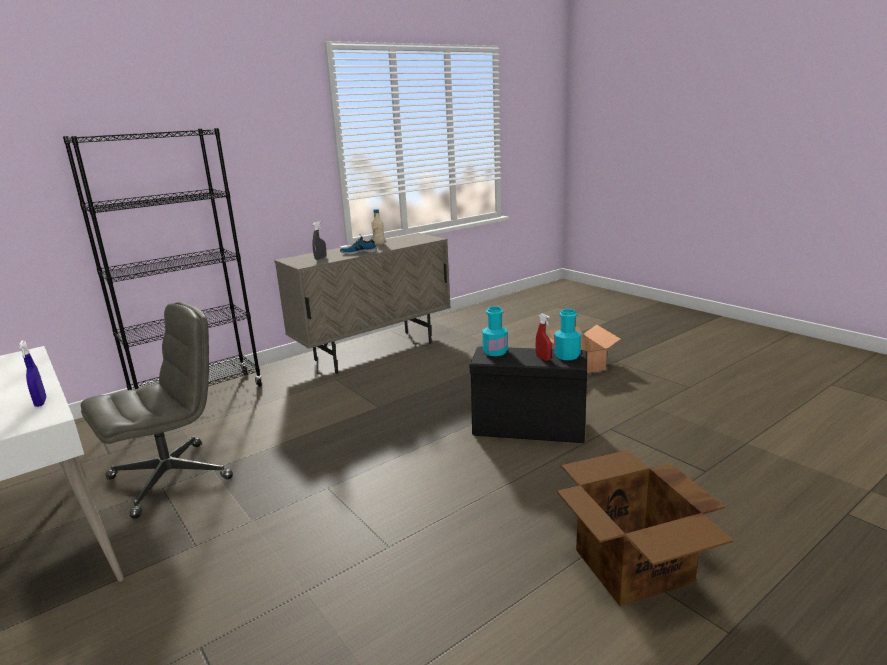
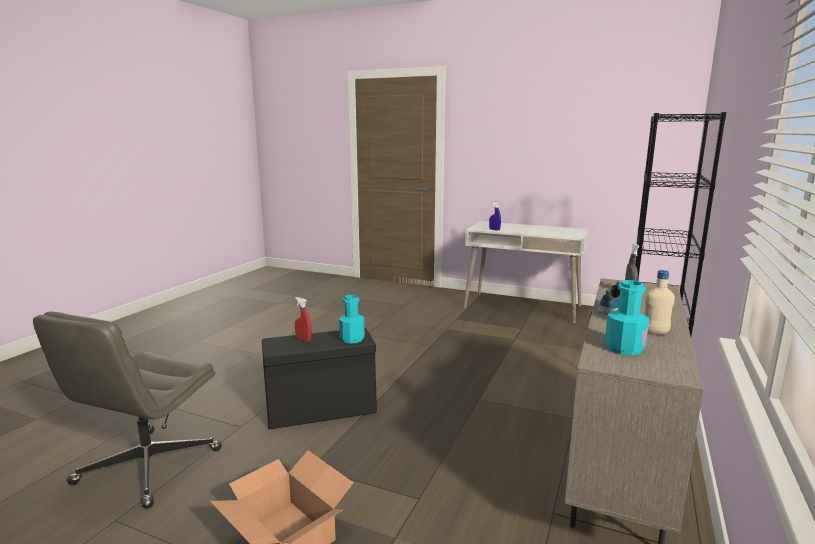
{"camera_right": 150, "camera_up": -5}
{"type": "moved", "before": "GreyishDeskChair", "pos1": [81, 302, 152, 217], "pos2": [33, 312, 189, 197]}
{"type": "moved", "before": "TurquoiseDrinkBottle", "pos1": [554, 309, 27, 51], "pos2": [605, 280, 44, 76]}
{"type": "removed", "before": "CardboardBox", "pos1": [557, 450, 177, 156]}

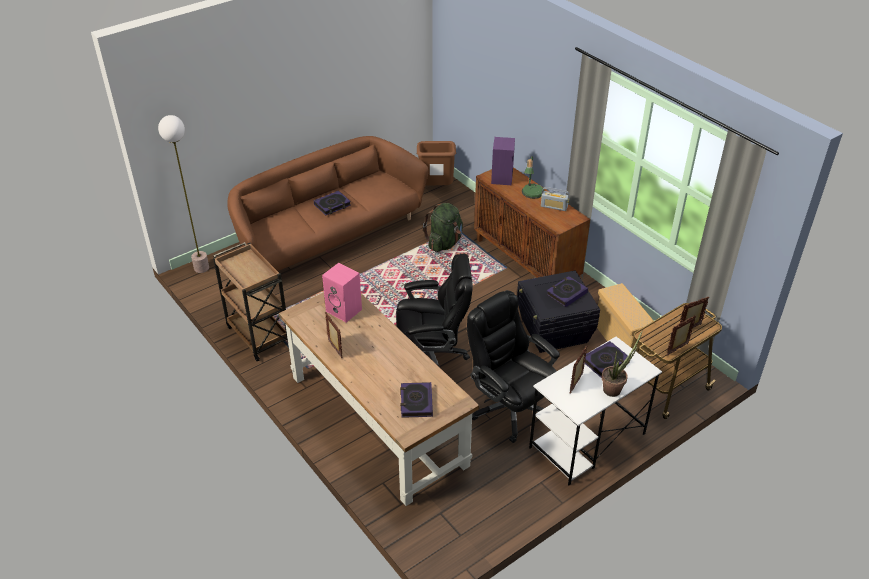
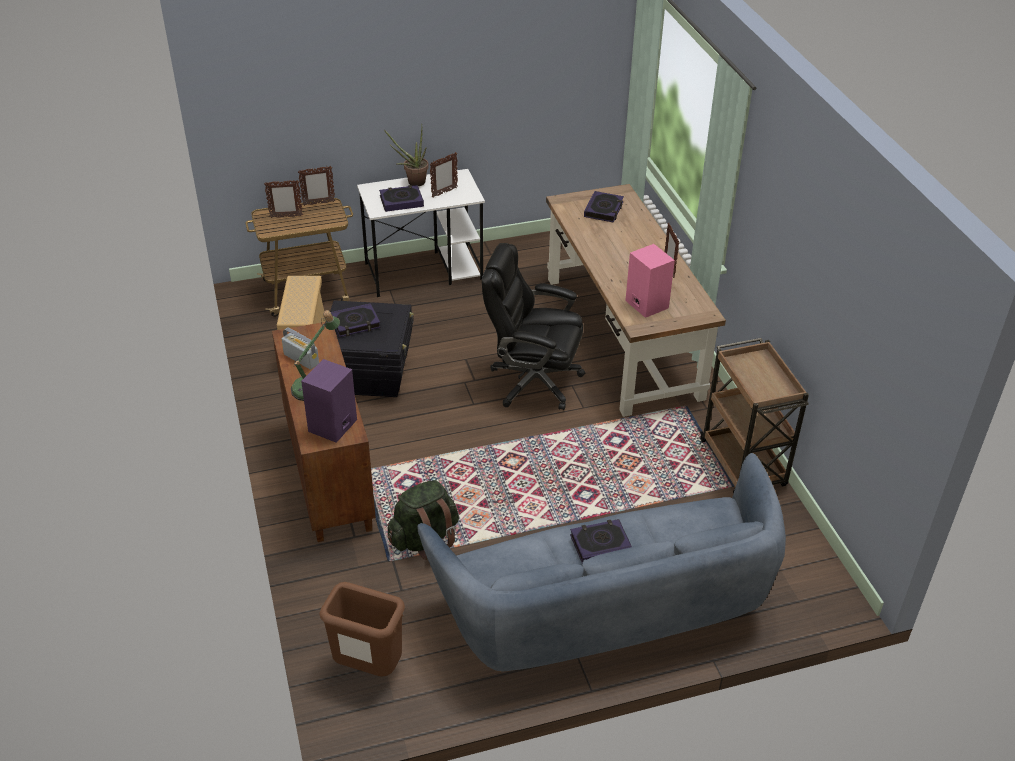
{"camera_right": -160, "camera_up": 0}
{"type": "recoloured", "before": "BrownCouch", "after": "BlueColouredCouch", "pos1": [227, 136, 202, 135], "pos2": [417, 453, 369, 218]}
{"type": "removed", "before": "StandardLamp", "pos1": [158, 115, 51, 158]}
{"type": "removed", "before": "BlackDeskChair", "pos1": [467, 290, 93, 153]}

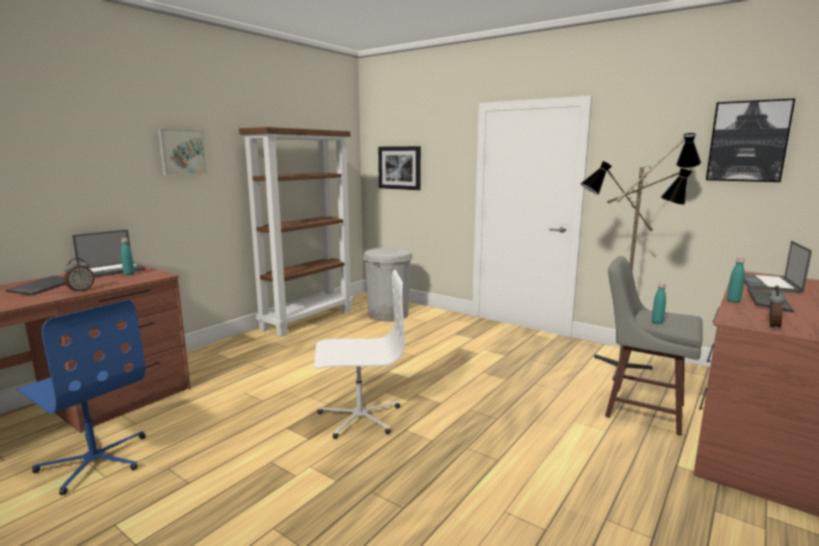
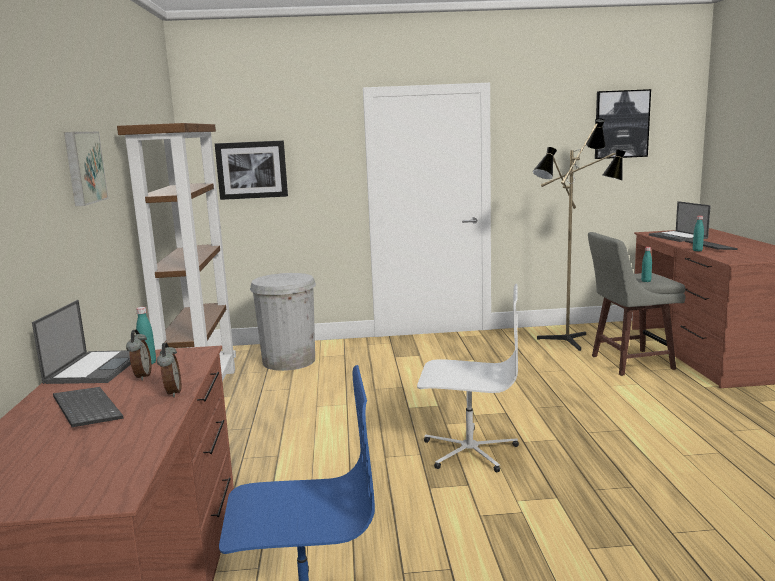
{"camera_right": -40, "camera_up": 0}
{"type": "moved", "before": "BedsideClock", "pos1": [768, 286, 18, 44], "pos2": [126, 329, 25, 51]}
{"type": "turned", "before": "WhitishDeskChair", "pos1": [314, 270, 91, 169], "pos2": [417, 284, 102, 188], "turn": 60}

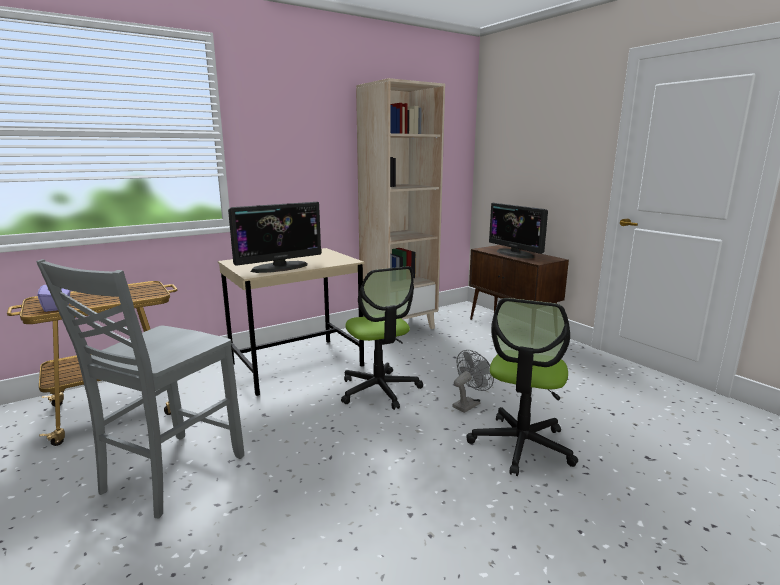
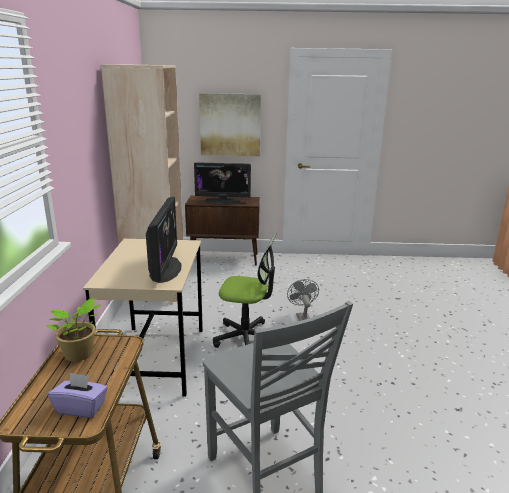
{"camera_right": -55, "camera_up": 5}
{"type": "added", "after": "PottedPlant", "pos2": [47, 298, 54, 64]}
{"type": "added", "after": "WallPicture", "pos2": [199, 93, 62, 63]}
{"type": "removed", "before": "DeskChair", "pos1": [466, 298, 112, 178]}

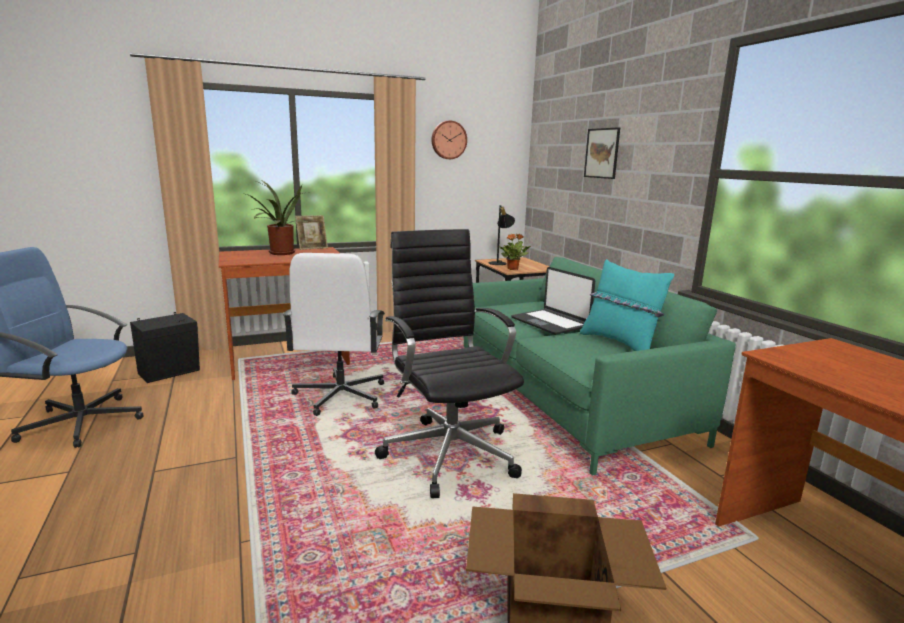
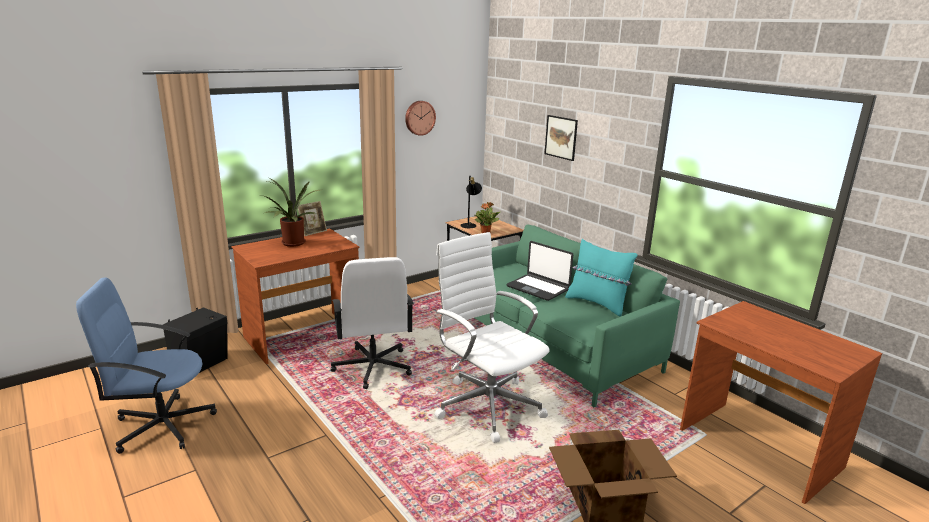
{"camera_right": -15, "camera_up": 5}
{"type": "recoloured", "before": "BlackDeskChair", "after": "WhitishDeskChair", "pos1": [375, 229, 149, 269], "pos2": [435, 232, 115, 211]}

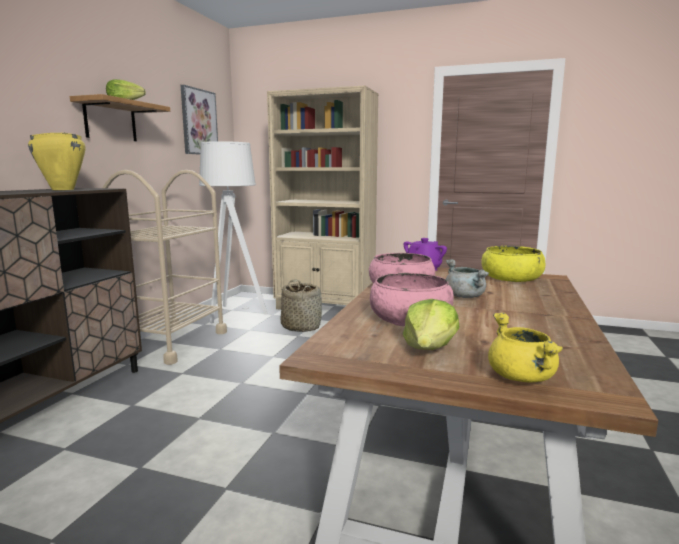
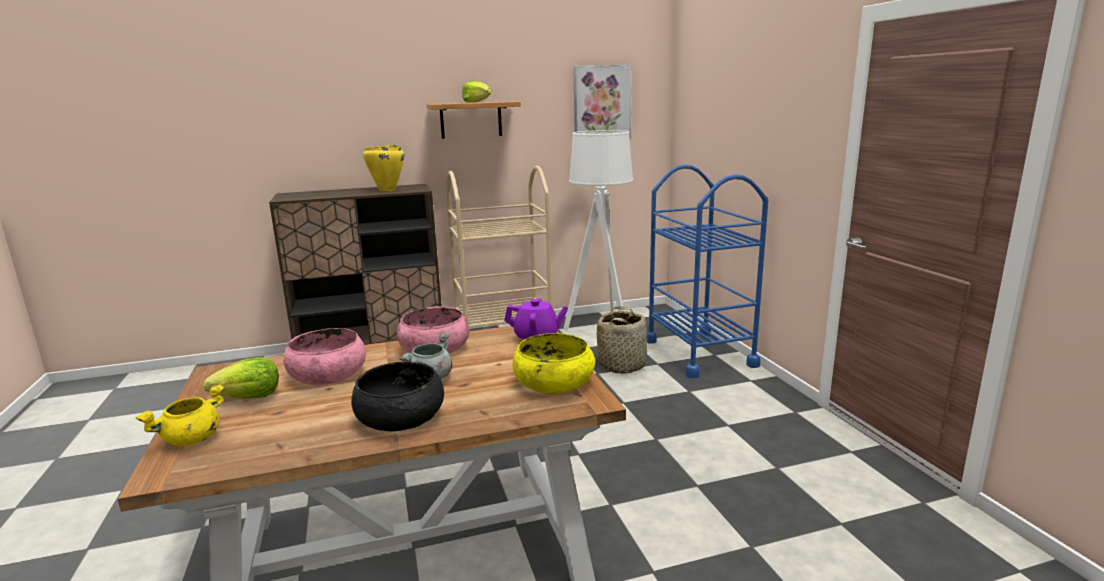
{"camera_right": 55, "camera_up": 5}
{"type": "added", "after": "BlackServingBowl", "pos2": [351, 361, 93, 70]}
{"type": "replaced", "before": "BeigeColouredShelvingUnit", "after": "BlueColouredTrolley", "pos1": [267, 85, 112, 225], "pos2": [647, 164, 121, 214]}

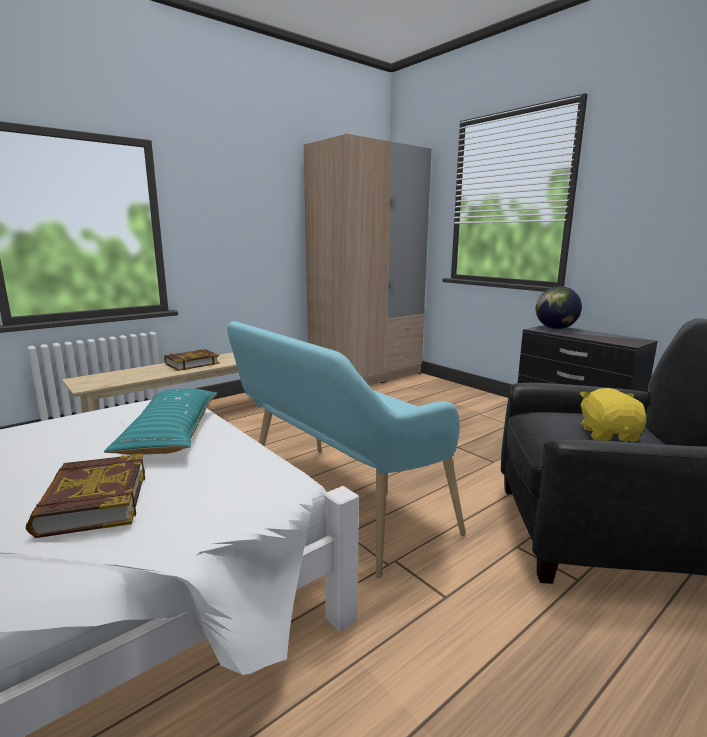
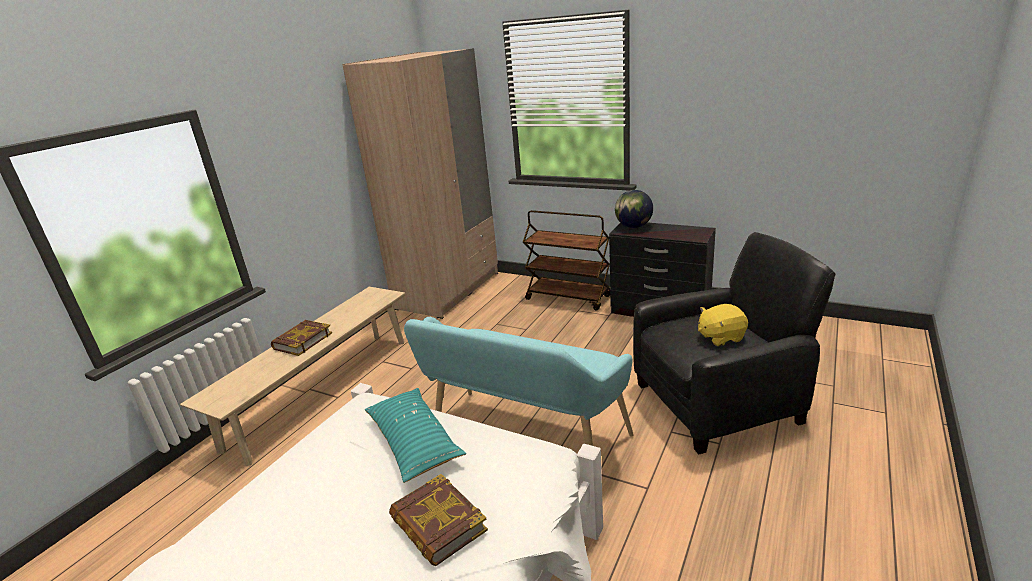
{"camera_right": -20, "camera_up": 10}
{"type": "added", "after": "BrownTrolley", "pos2": [523, 210, 88, 101]}
{"type": "turned", "before": "YellowColouredPlushToy", "pos1": [580, 388, 66, 54], "pos2": [698, 304, 50, 43], "turn": -90}

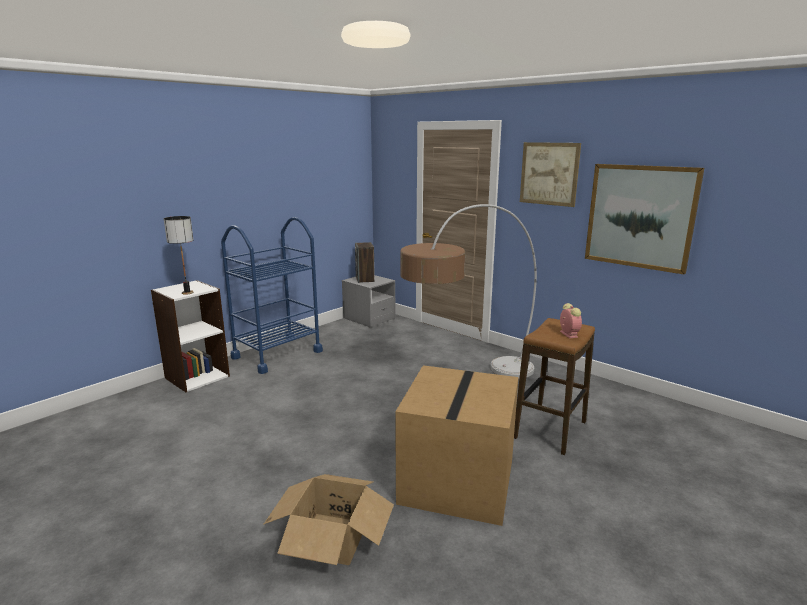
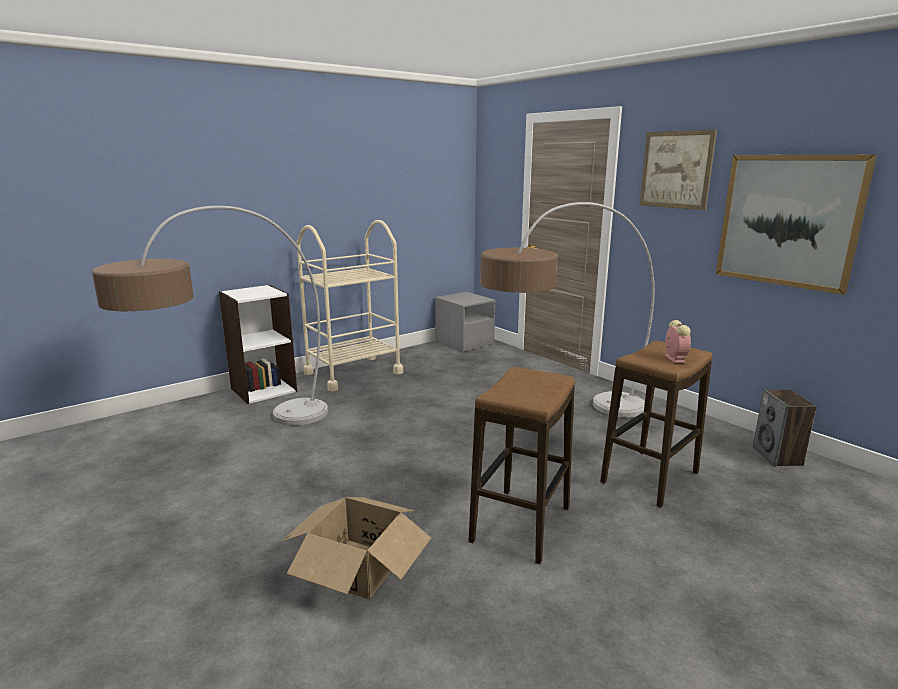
{"camera_right": 10, "camera_up": 0}
{"type": "added", "after": "StandardLamp", "pos2": [92, 206, 236, 220]}
{"type": "recoloured", "before": "BlueColouredTrolley", "after": "BeigeColouredTrolley", "pos1": [221, 217, 102, 157], "pos2": [296, 220, 107, 172]}
{"type": "replaced", "before": "CardboardBox", "after": "Stool", "pos1": [395, 365, 124, 161], "pos2": [468, 367, 107, 197]}
{"type": "moved", "before": "Speaker", "pos1": [355, 242, 20, 41], "pos2": [753, 390, 64, 77]}
{"type": "removed", "before": "TableLamp", "pos1": [164, 216, 29, 79]}

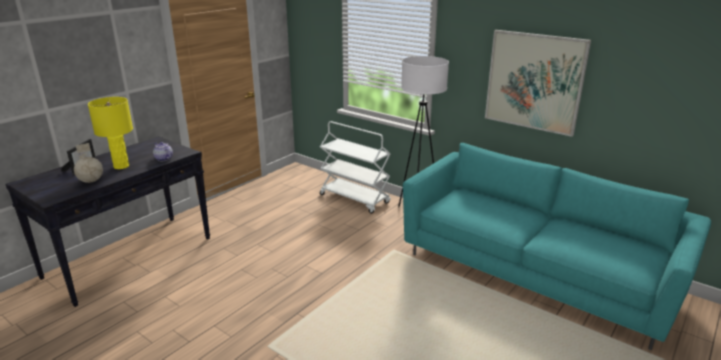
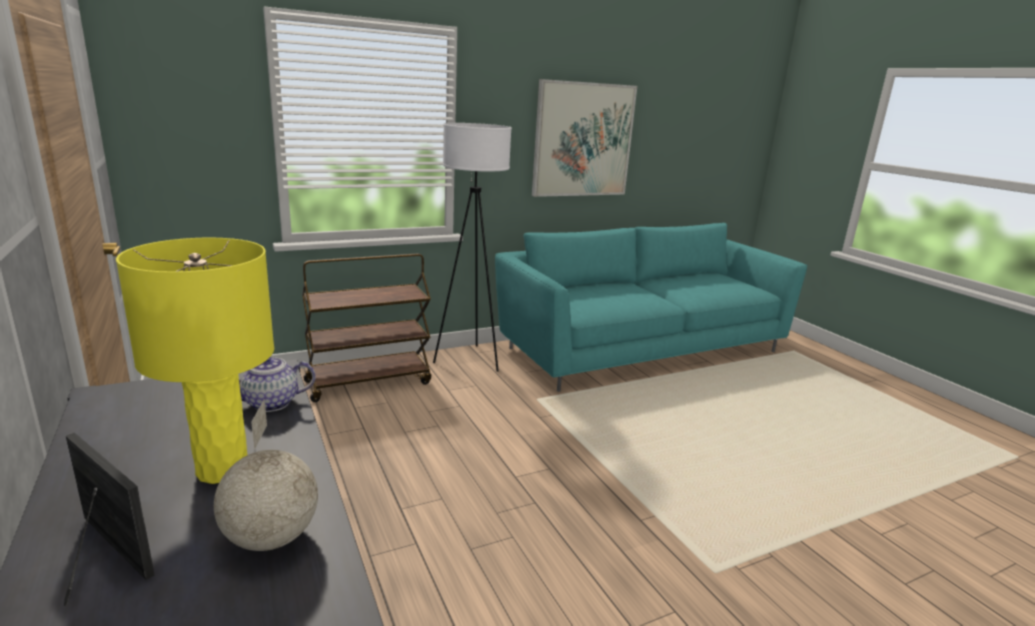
{"camera_right": -65, "camera_up": -5}
{"type": "recoloured", "before": "WhitishTrolley", "after": "BrownTrolley", "pos1": [320, 121, 71, 93], "pos2": [302, 254, 129, 148]}

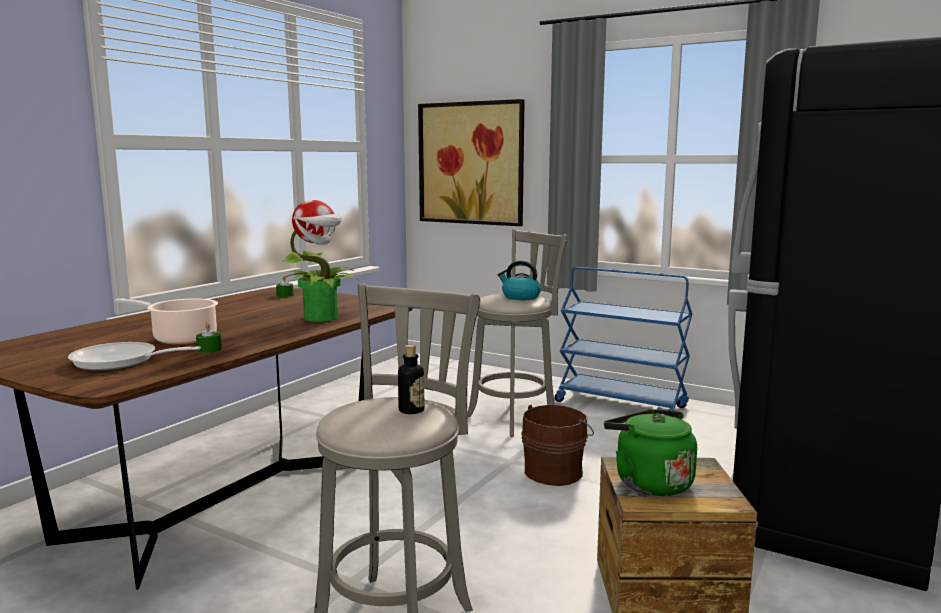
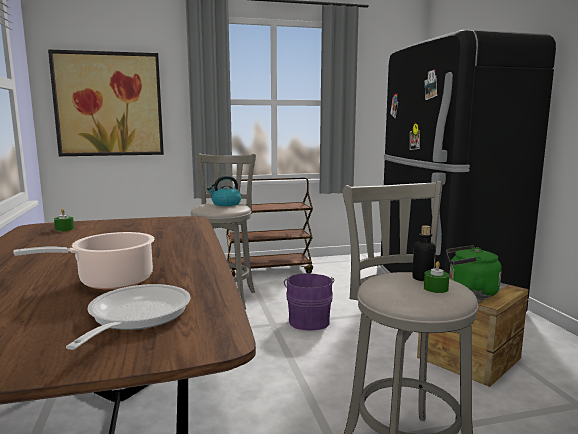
{"camera_right": -45, "camera_up": 0}
{"type": "turned", "before": "Skillet", "pos1": [68, 342, 133, 29], "pos2": [66, 284, 125, 66], "turn": 135}
{"type": "recoloured", "before": "BlueColouredTrolley", "after": "BrownTrolley", "pos1": [555, 267, 137, 144], "pos2": [226, 178, 87, 99]}
{"type": "recoloured", "before": "BrownPail", "after": "PurpleColouredPail", "pos1": [521, 405, 73, 81], "pos2": [284, 273, 50, 58]}
{"type": "moved", "before": "GreenWaxCandle", "pos1": [196, 323, 26, 30], "pos2": [424, 261, 25, 32]}
{"type": "removed", "before": "PottedPlant", "pos1": [282, 200, 76, 122]}

